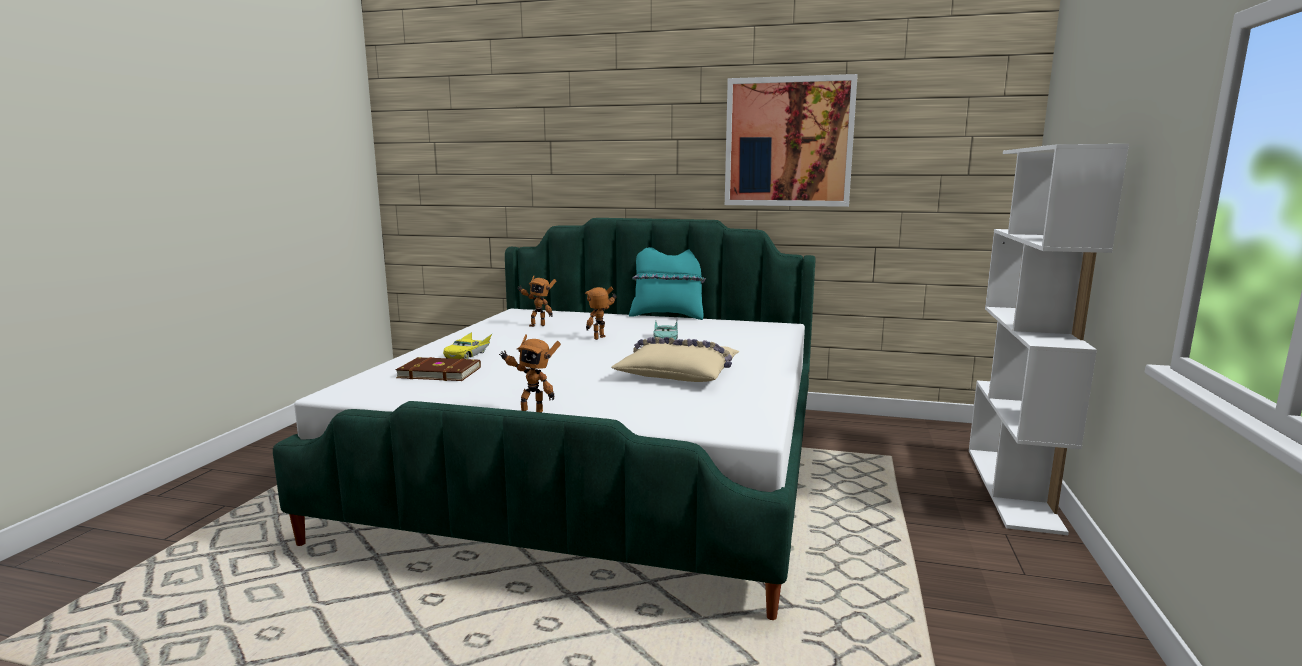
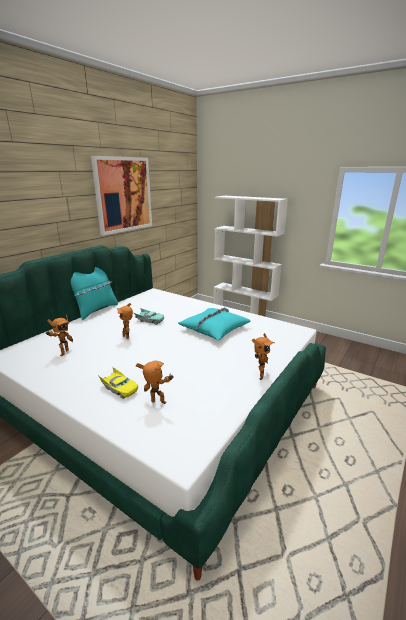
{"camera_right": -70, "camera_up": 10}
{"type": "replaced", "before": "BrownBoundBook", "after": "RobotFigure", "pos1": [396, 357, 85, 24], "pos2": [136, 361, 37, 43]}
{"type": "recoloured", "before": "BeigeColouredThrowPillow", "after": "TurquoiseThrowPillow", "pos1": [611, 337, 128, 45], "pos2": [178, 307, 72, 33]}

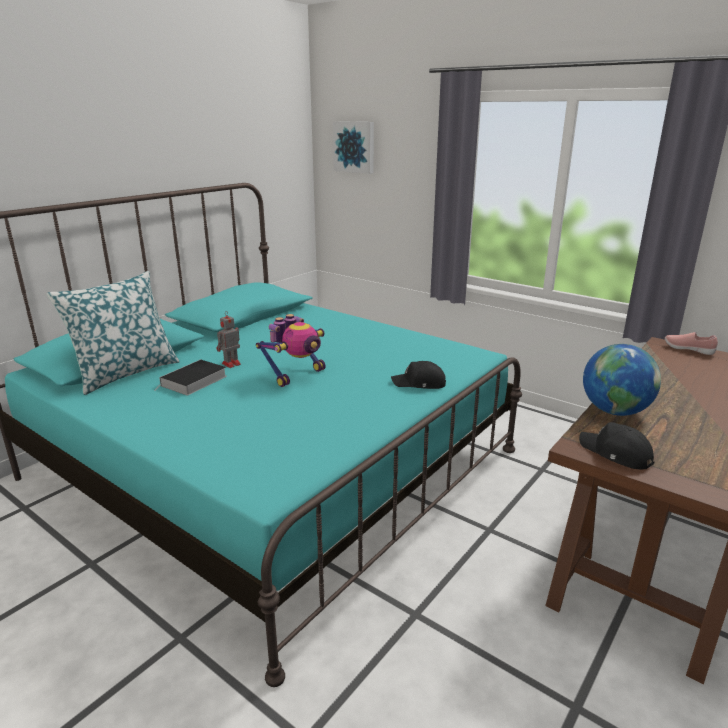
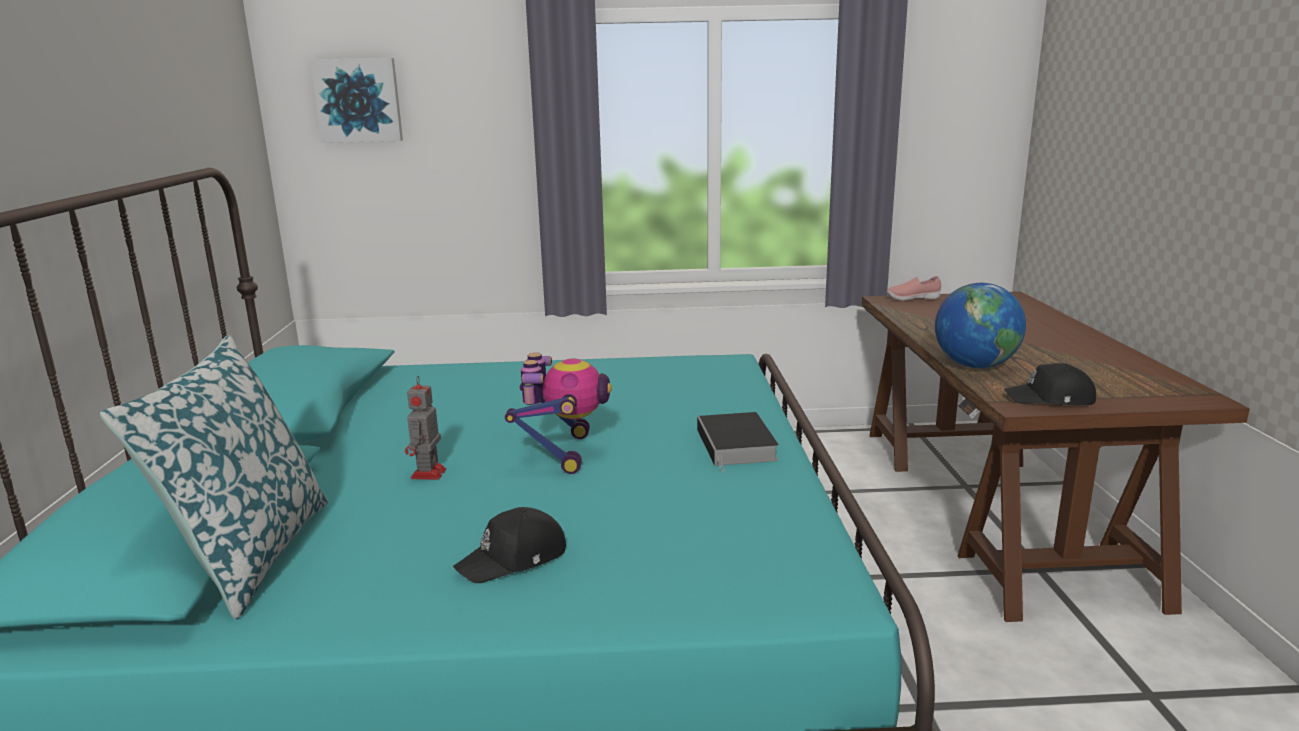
{"camera_right": -40, "camera_up": -5}
{"type": "moved", "before": "BlackCap", "pos1": [391, 361, 55, 28], "pos2": [453, 507, 113, 76]}
{"type": "moved", "before": "BoundBook", "pos1": [159, 359, 68, 36], "pos2": [697, 412, 82, 61]}

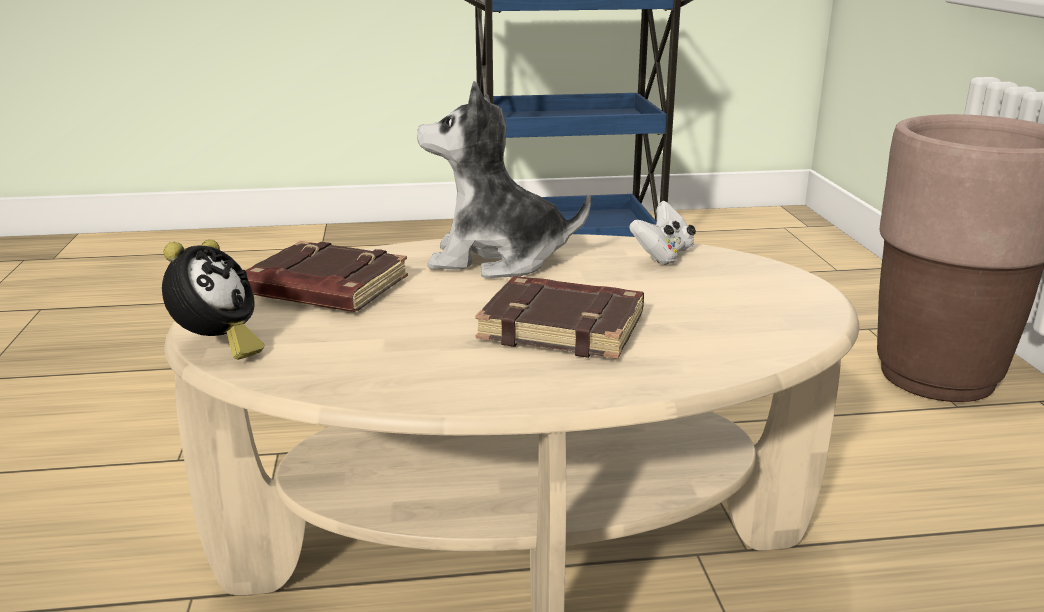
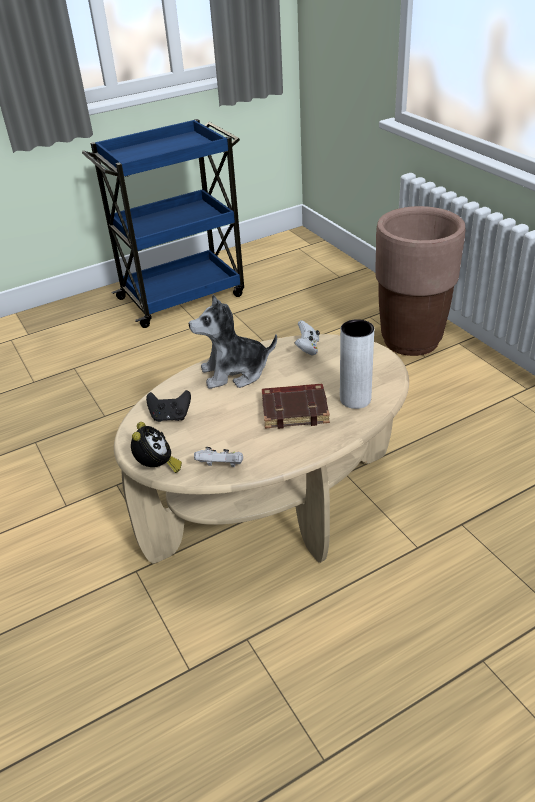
{"camera_right": -20, "camera_up": 15}
{"type": "replaced", "before": "BrownBoundBook", "after": "BlackGamepad", "pos1": [245, 241, 163, 71], "pos2": [146, 390, 45, 32]}
{"type": "added", "after": "WhitishGamepad", "pos2": [194, 447, 49, 20]}
{"type": "added", "after": "WhitishDecorativeVase", "pos2": [340, 319, 34, 90]}

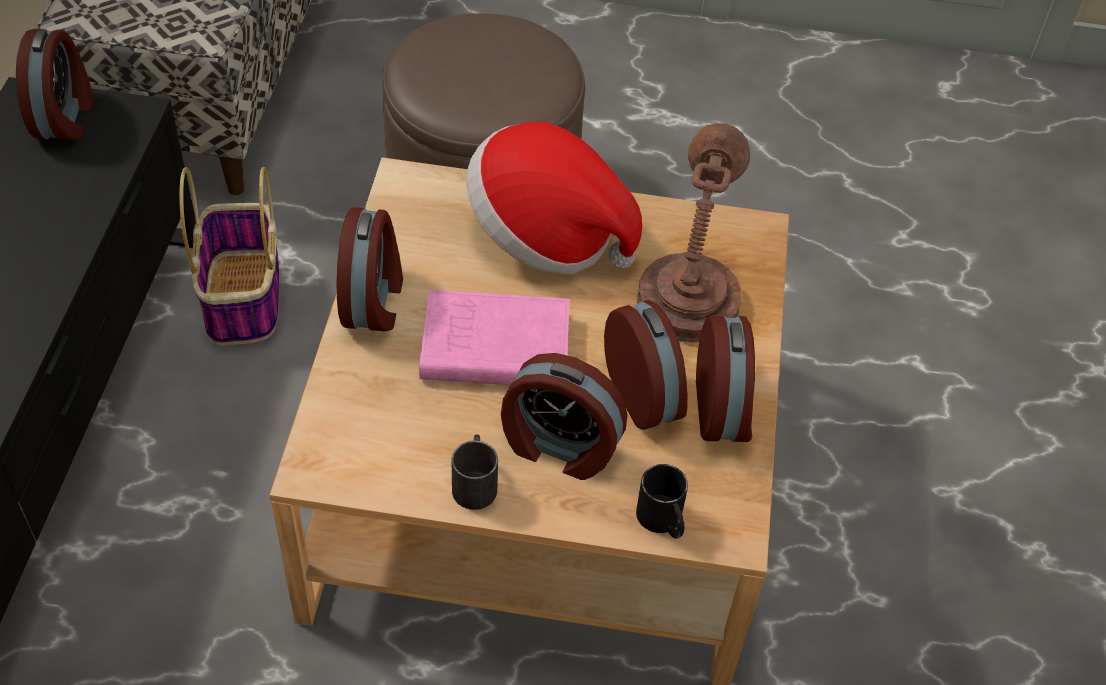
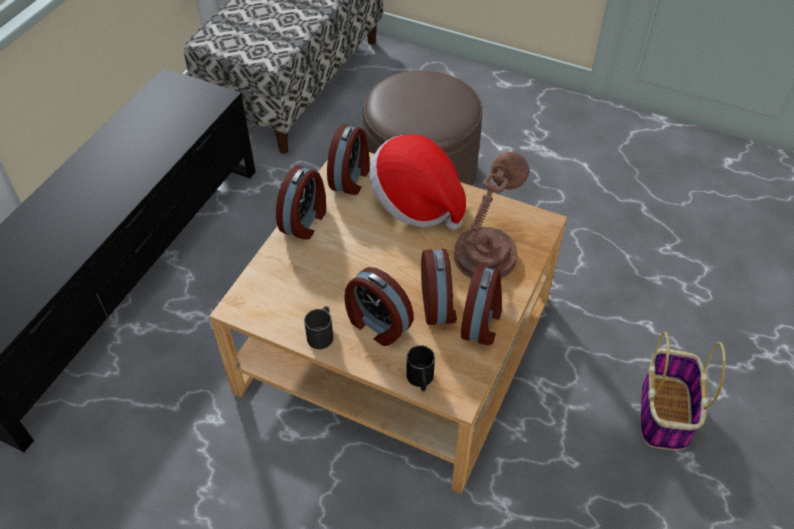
{"camera_right": 20, "camera_up": 0}
{"type": "moved", "before": "BedsideClock", "pos1": [16, 29, 78, 111], "pos2": [327, 124, 43, 71]}
{"type": "moved", "before": "HouseholdBasket", "pos1": [179, 167, 100, 178], "pos2": [641, 332, 85, 118]}
{"type": "removed", "before": "PinkishBoundBook", "pos1": [419, 290, 151, 95]}

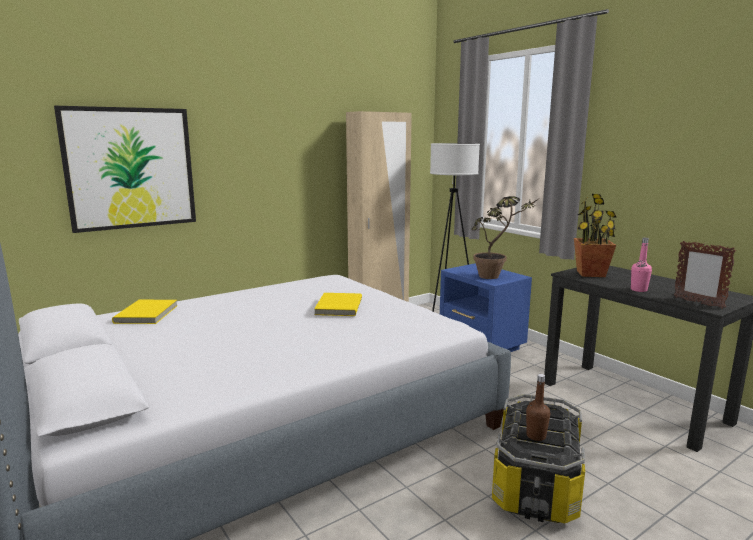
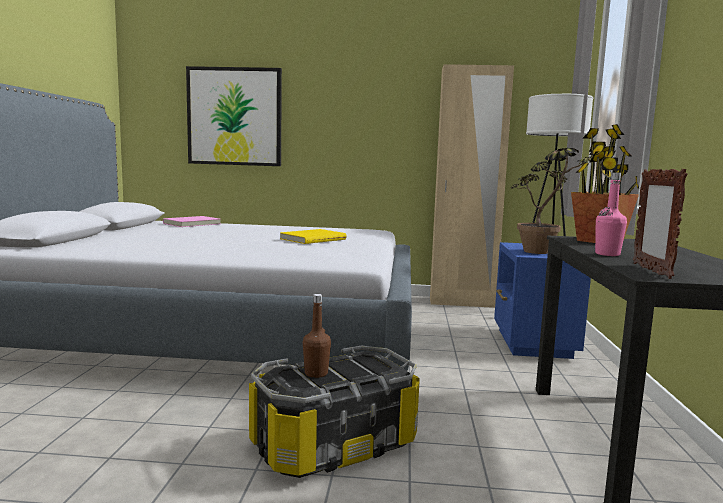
{"camera_right": 40, "camera_up": -5}
{"type": "recoloured", "before": "YellowColouredBoundBook", "after": "PinkishBoundBook", "pos1": [112, 300, 66, 24], "pos2": [163, 216, 58, 11]}

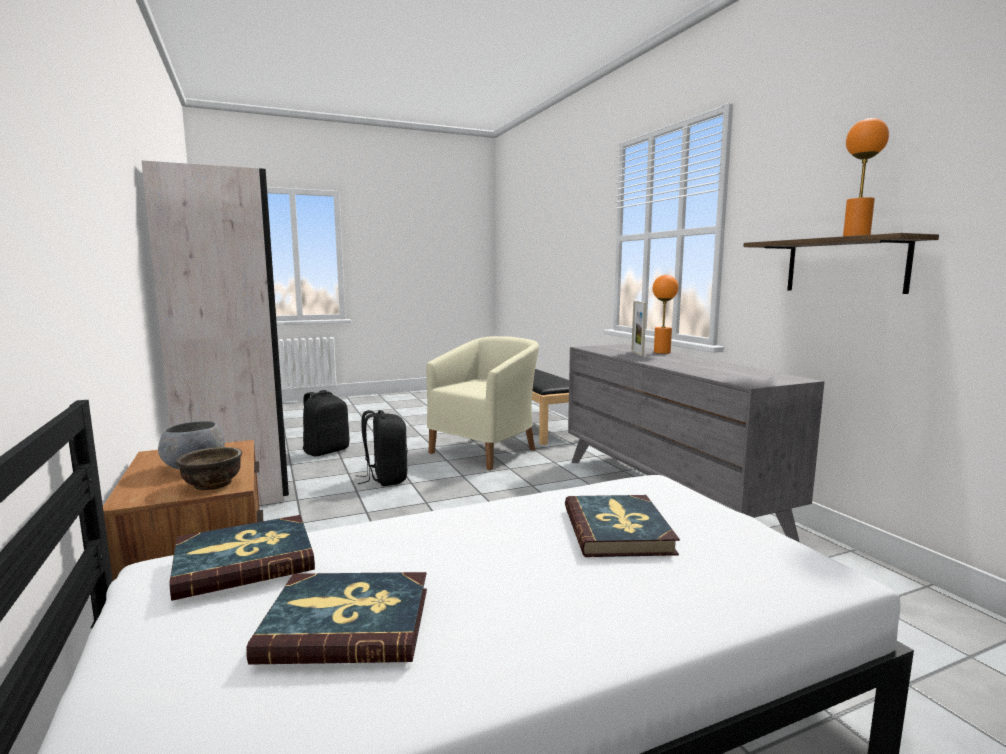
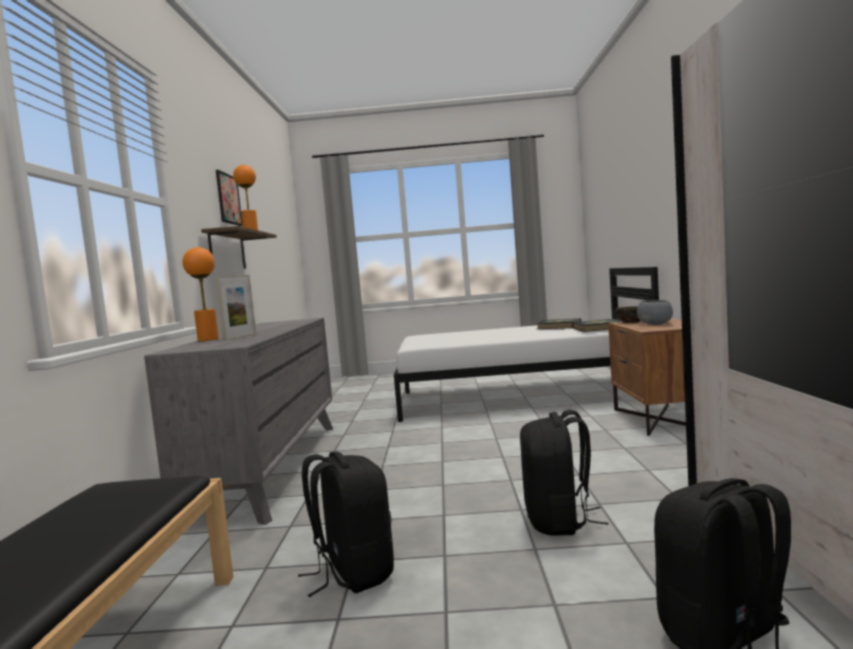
{"camera_right": -155, "camera_up": -5}
{"type": "added", "after": "WallPicture", "pos2": [216, 170, 27, 56]}
{"type": "replaced", "before": "BeigeColouredEasyChair", "after": "BlackRucksack", "pos1": [426, 336, 113, 134], "pos2": [298, 452, 96, 145]}
{"type": "removed", "before": "BoundBook", "pos1": [565, 495, 115, 62]}

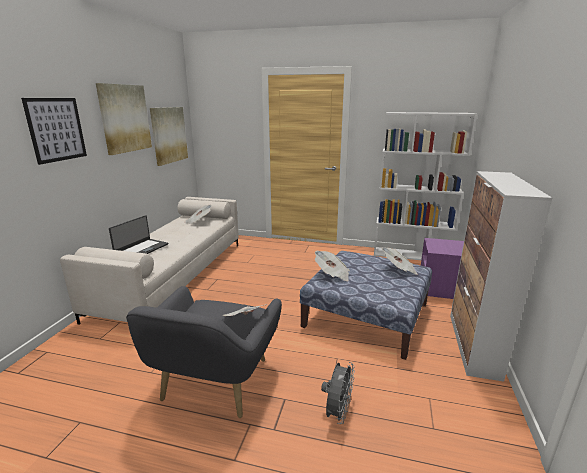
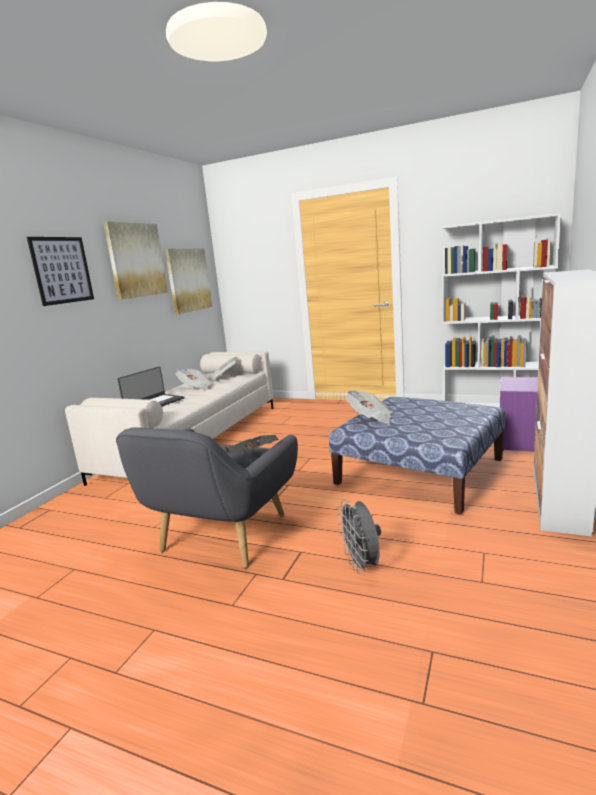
{"camera_right": 10, "camera_up": -5}
{"type": "moved", "before": "Newspaper", "pos1": [381, 247, 37, 28], "pos2": [175, 368, 38, 22]}
{"type": "turned", "before": "GreyishFan", "pos1": [321, 362, 34, 62], "pos2": [337, 499, 44, 75], "turn": 135}

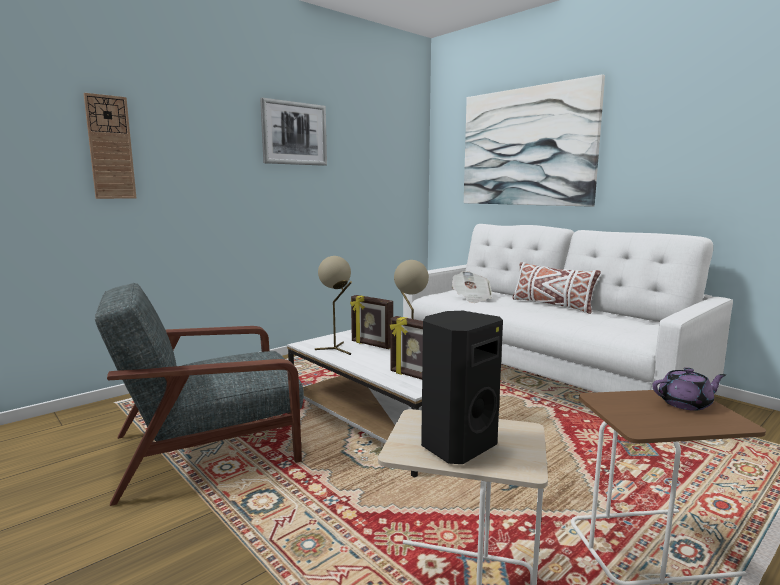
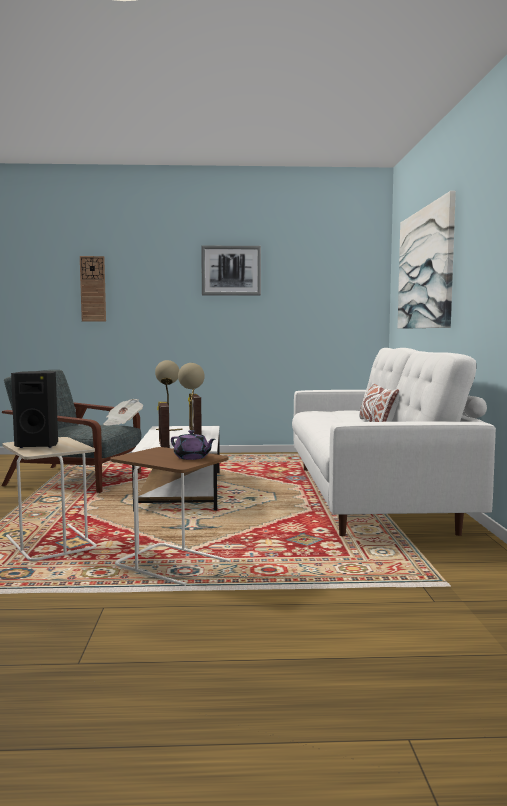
{"camera_right": 40, "camera_up": -5}
{"type": "moved", "before": "Newspaper", "pos1": [452, 271, 40, 32], "pos2": [104, 399, 39, 27]}

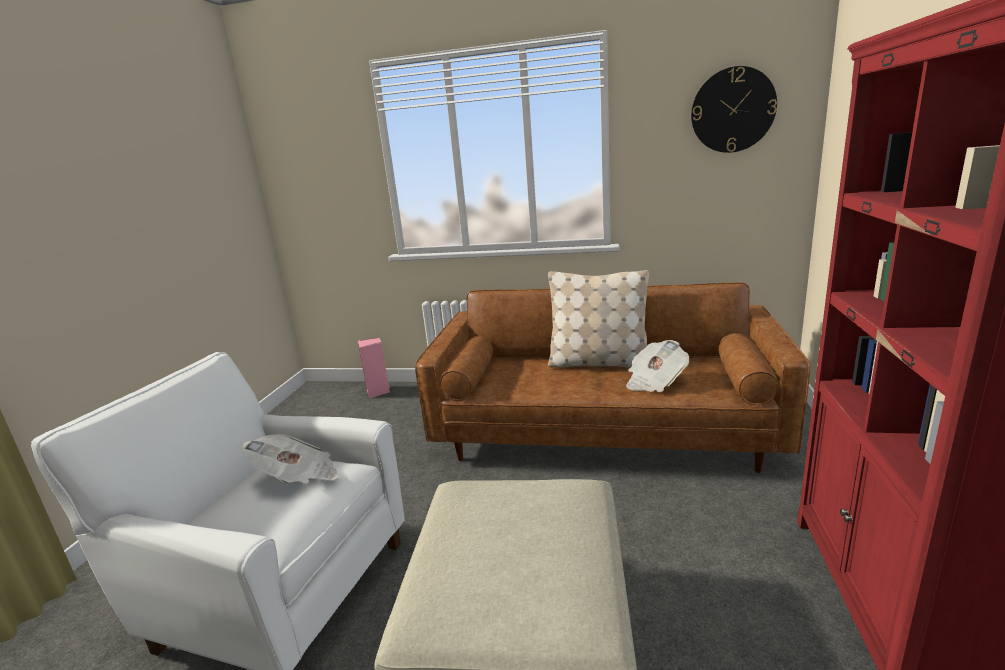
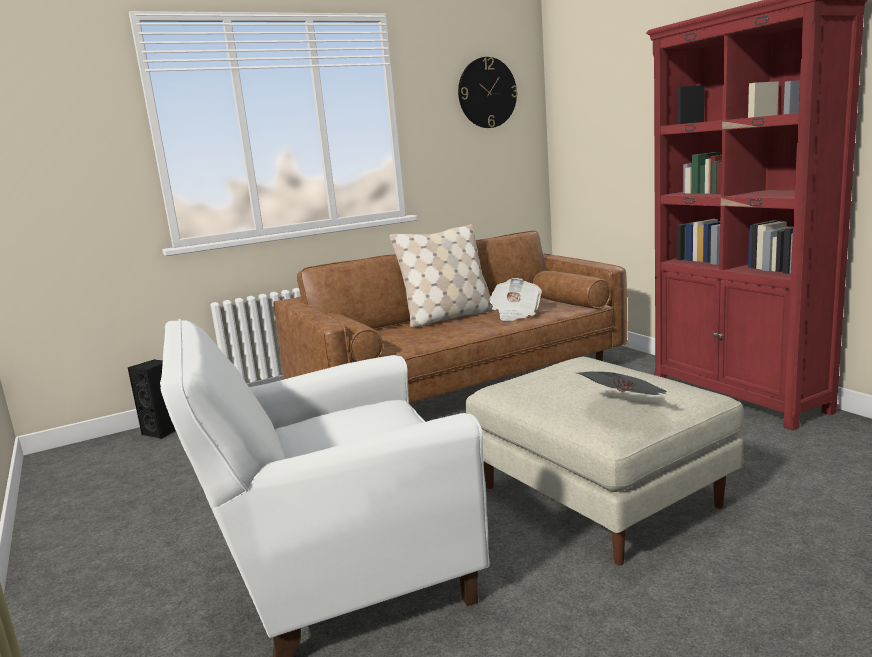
{"camera_right": -40, "camera_up": -5}
{"type": "recoloured", "before": "PinkishSpeaker", "after": "BlackSpeaker", "pos1": [358, 338, 32, 60], "pos2": [128, 359, 48, 80]}
{"type": "moved", "before": "Newspaper", "pos1": [243, 434, 96, 50], "pos2": [577, 371, 90, 24]}

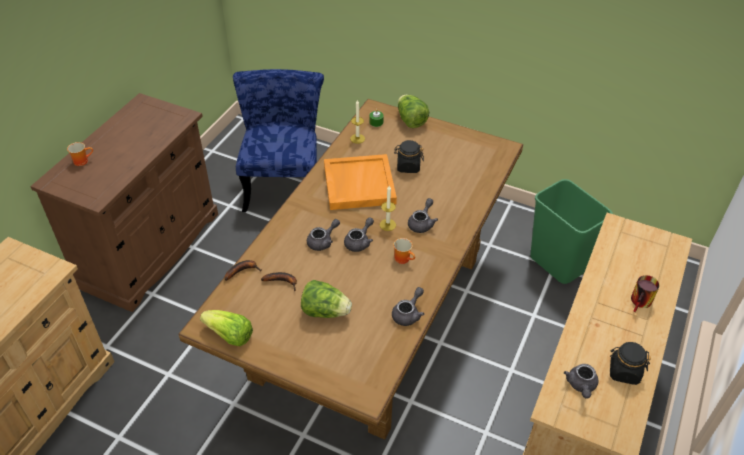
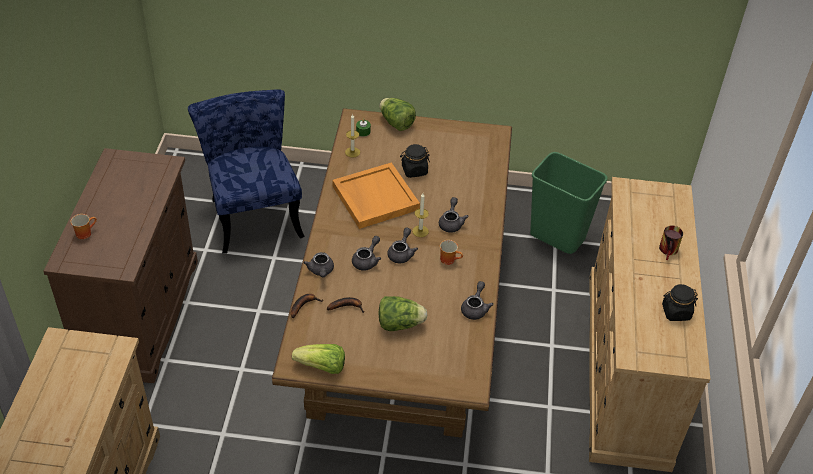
{"camera_right": -20, "camera_up": 0}
{"type": "moved", "before": "GreyishPotForTea", "pos1": [564, 364, 34, 34], "pos2": [304, 252, 30, 26]}

